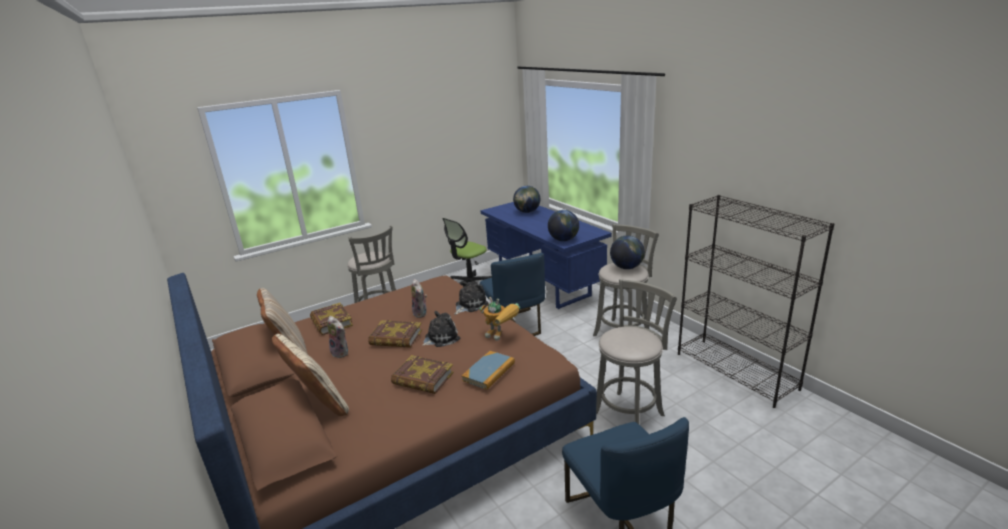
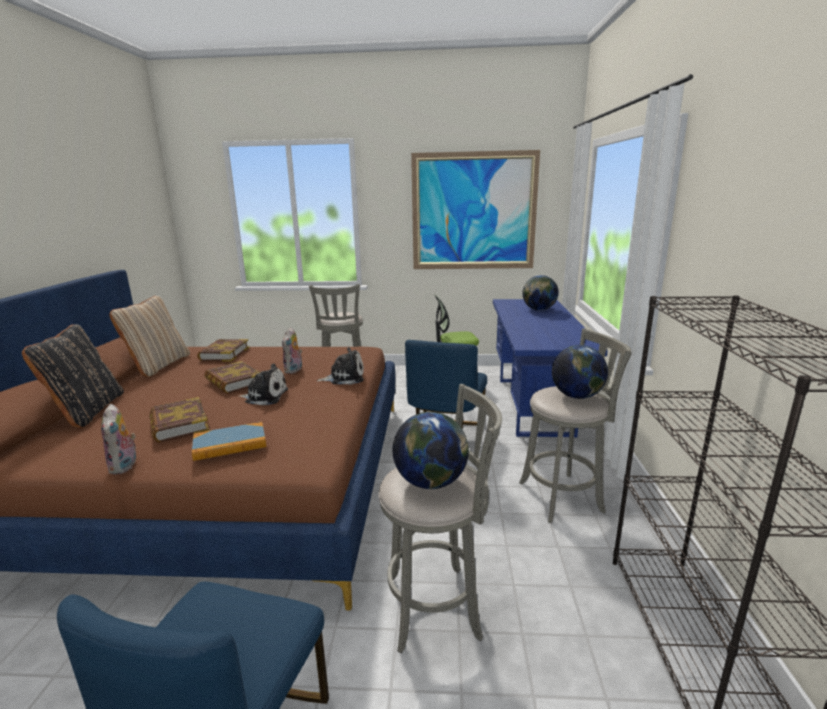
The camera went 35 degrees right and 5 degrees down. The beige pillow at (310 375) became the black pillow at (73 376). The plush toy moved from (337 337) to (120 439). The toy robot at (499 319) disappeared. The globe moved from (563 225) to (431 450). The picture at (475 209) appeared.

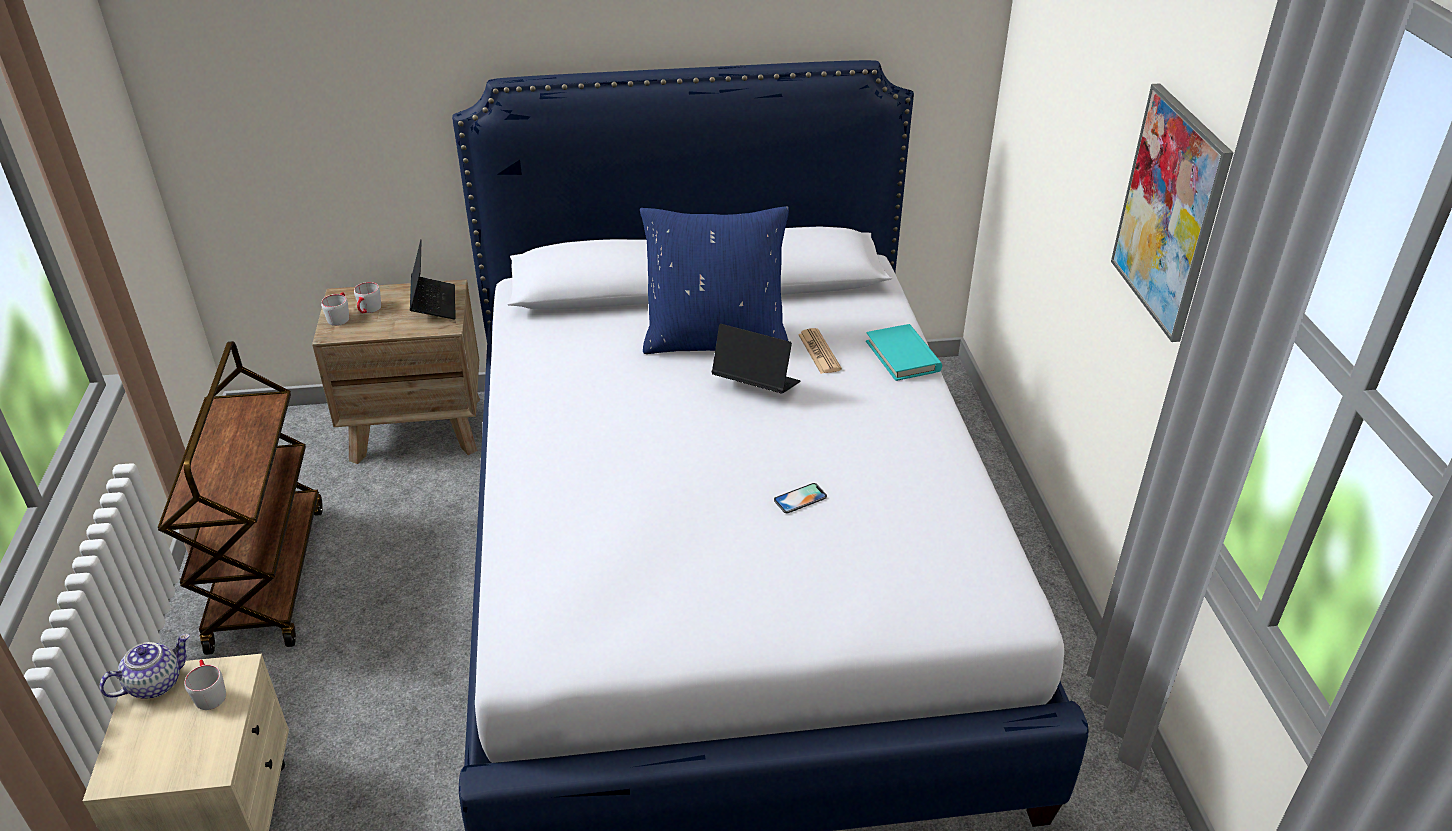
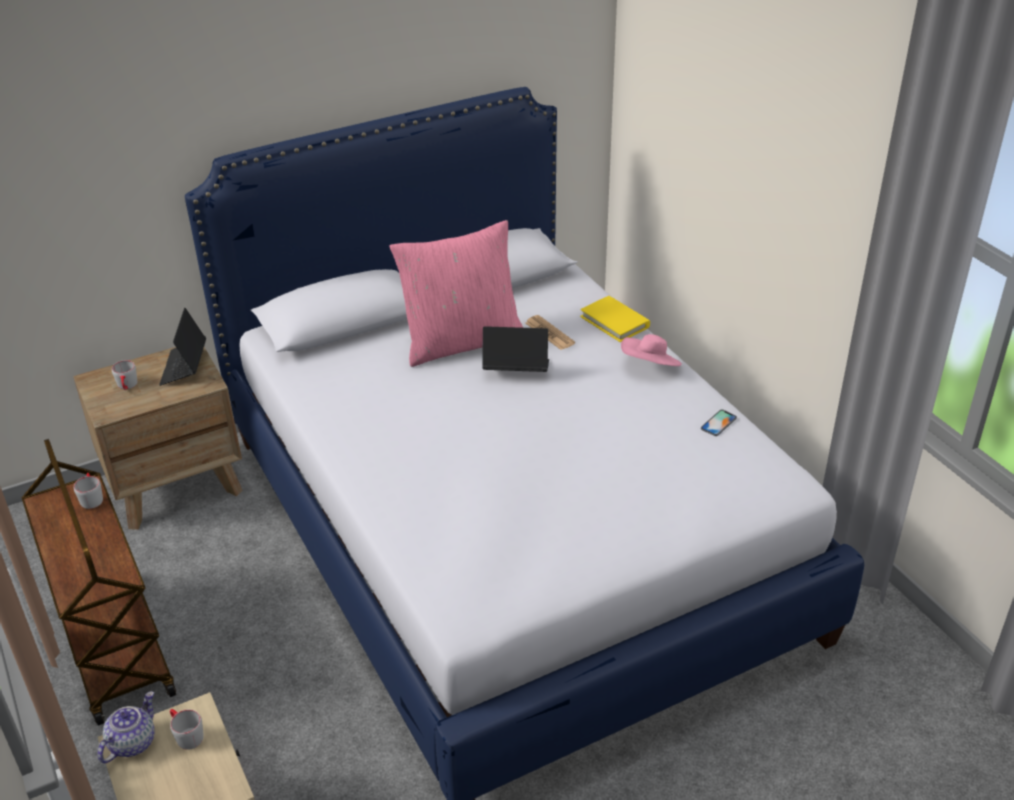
The camera went 20 degrees left and 0 degrees up. The grey mug moved from (335 309) to (88 491). The laptop at (433 279) turned 150 degrees counterclockwise. The blue pillow at (714 280) became the pink pillow at (456 293). The phone moved from (800 498) to (719 423). The turquoise book at (904 352) became the yellow book at (615 319). The picture at (1172 212) disappeared. The pink hat at (651 350) appeared.

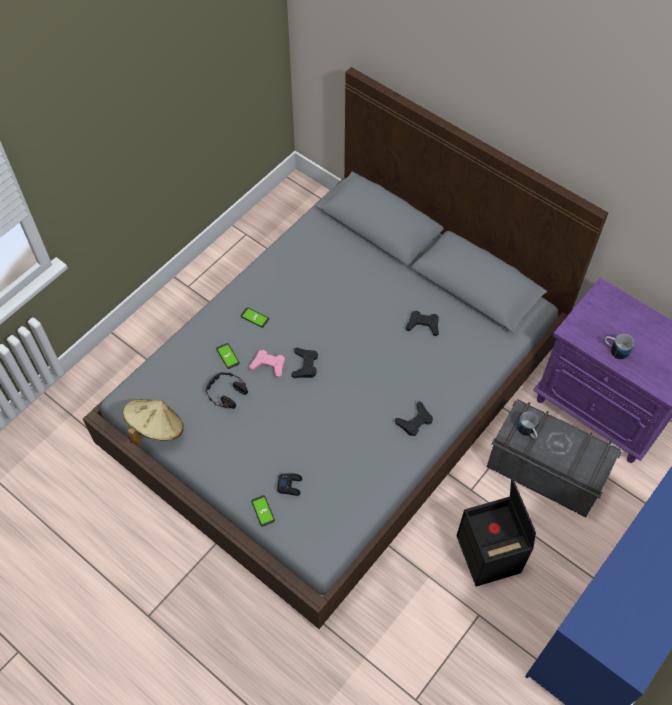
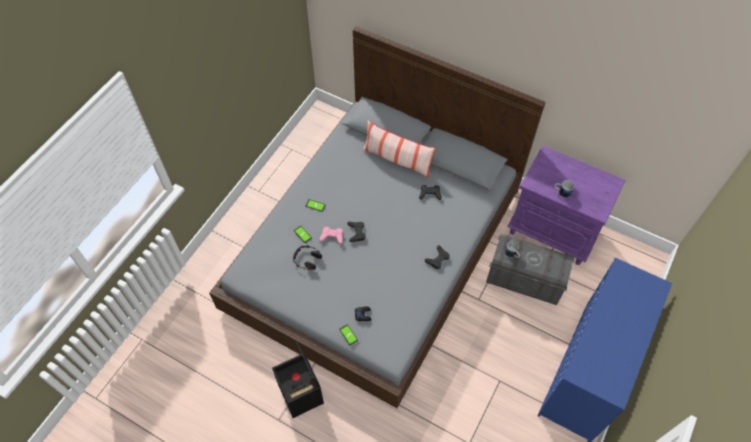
The camera went 10 degrees left and 0 degrees up. The beige hat at (153 422) disappeared. The black storage box moved from (496 532) to (298 380). The pillow at (399 149) appeared.

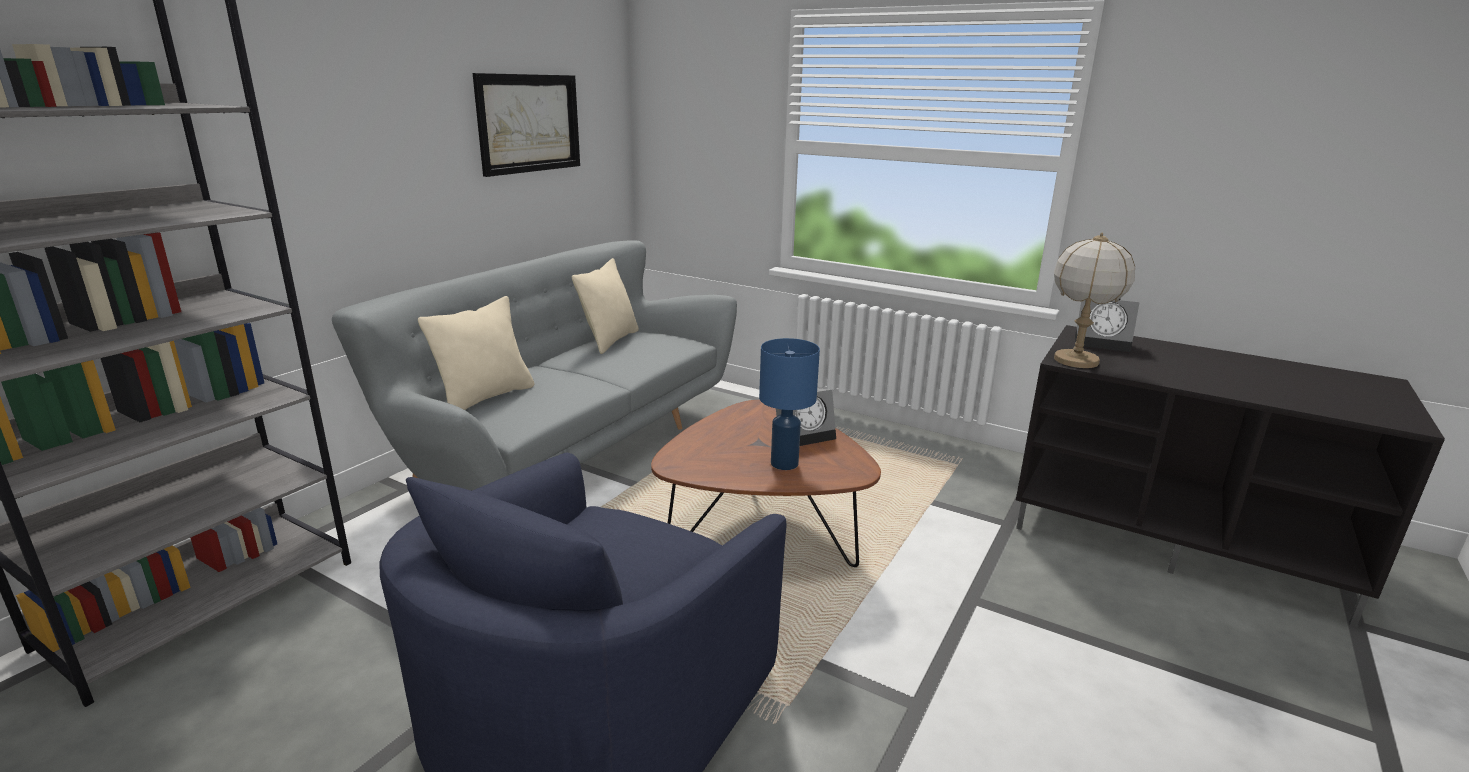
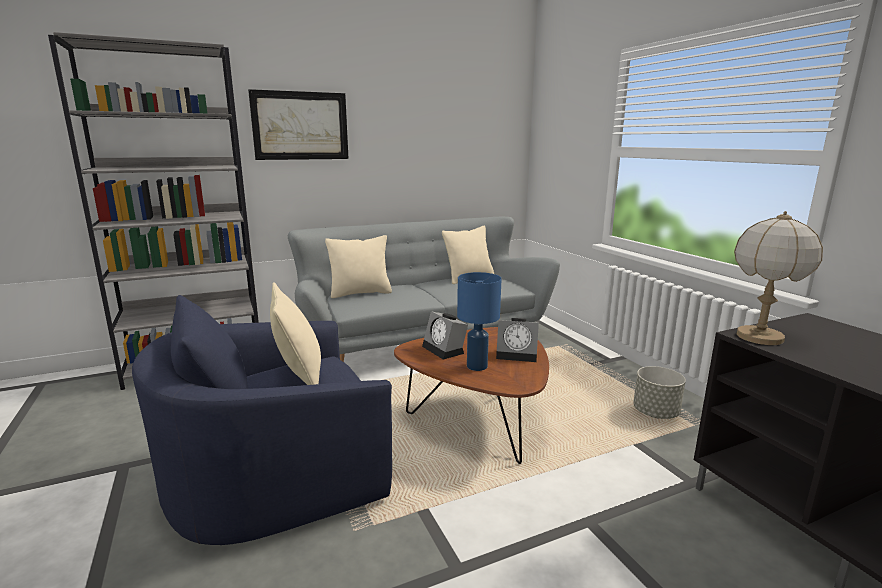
The camera went 35 degrees right and 5 degrees down. The picture moved from (526 125) to (298 124). The alarm clock moved from (1107 325) to (445 335). The beige pillow at (295 333) appeared. The grey planter at (659 392) appeared.

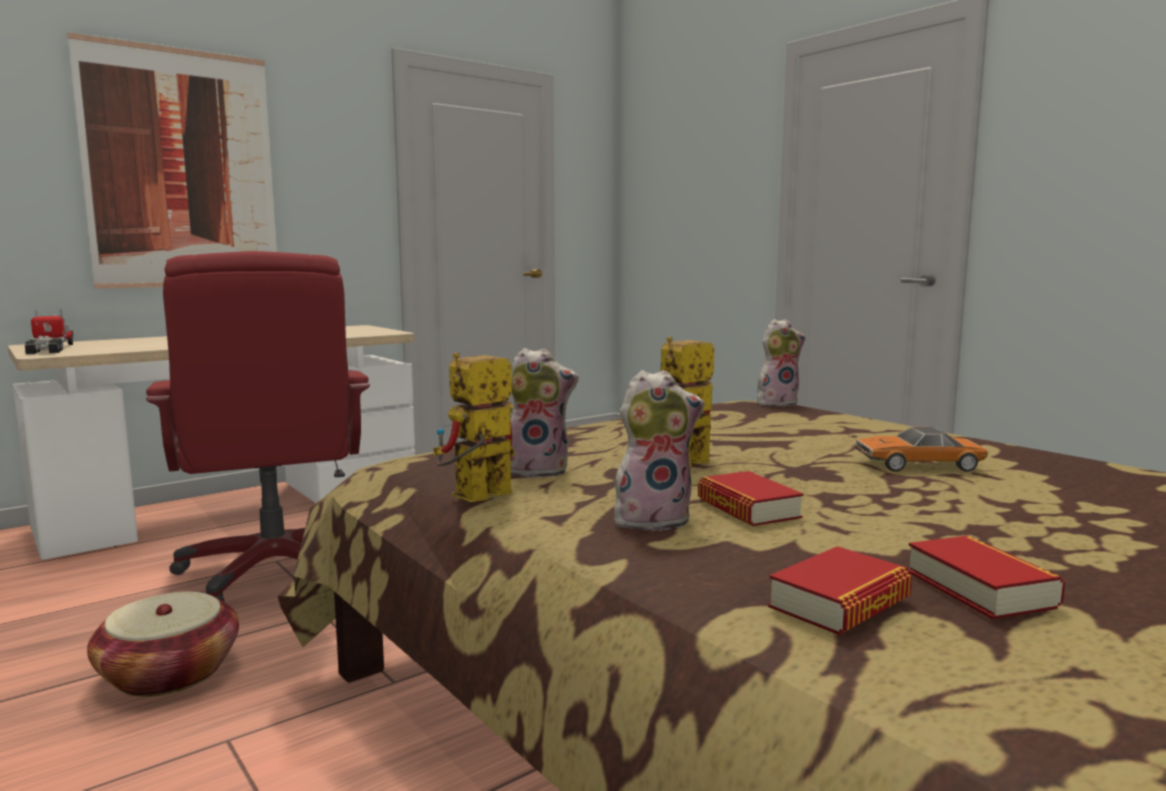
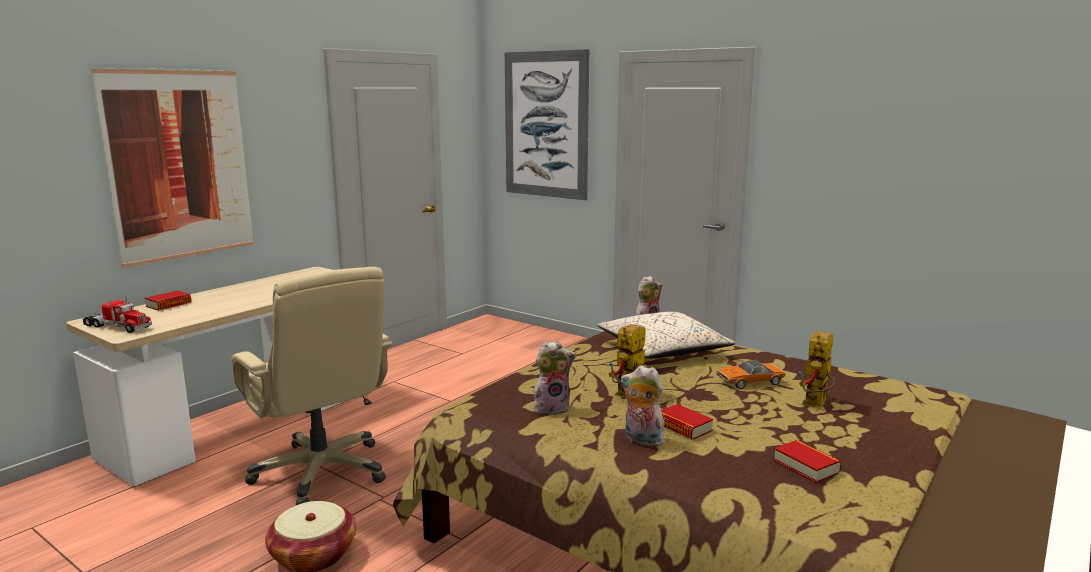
The camera went 15 degrees left and 5 degrees up. The toy truck at (49 331) turned 150 degrees clockwise. The red office chair at (258 426) became the beige office chair at (312 386). The toy robot moved from (474 427) to (816 369). The plush toy at (659 450) turned 120 degrees counterclockwise. The book moved from (840 590) to (168 300). The picture at (547 124) appeared. The beige pillow at (666 335) appeared.

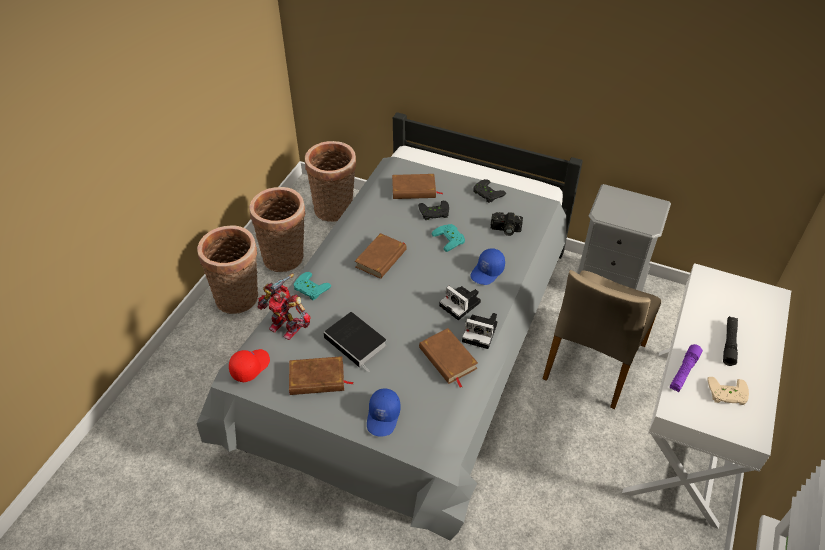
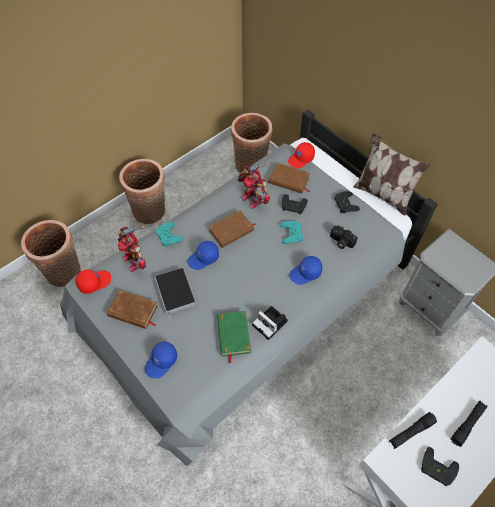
The camera went 25 degrees right and 10 degrees up. The basket moved from (277 229) to (51 253). The brown book at (448 357) became the green book at (234 337). The photo camera at (460 303) disappeared. The beige chair at (602 339) disappeared. The purple flashlight at (686 368) became the black flashlight at (413 430). The beige game controller at (728 391) became the black game controller at (440 466). The blue cap at (203 255) appeared. The toy robot at (254 186) appeared. The red cap at (301 155) appeared. The pillow at (392 175) appeared.

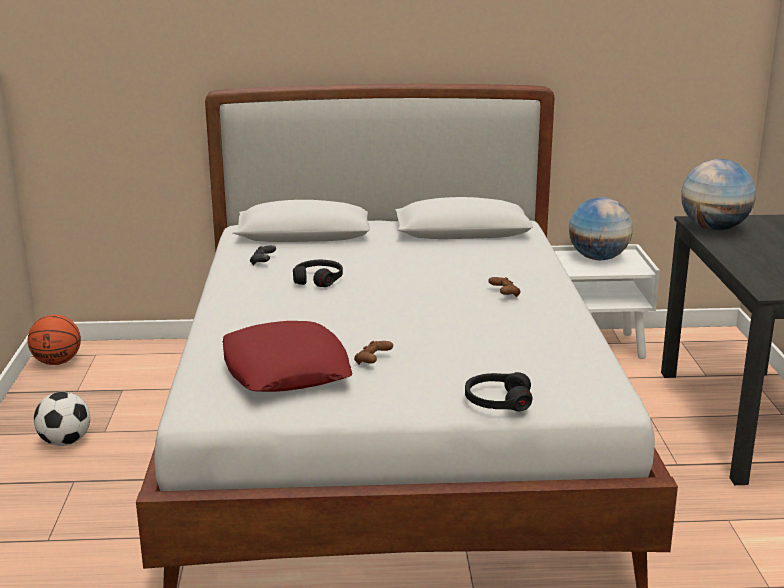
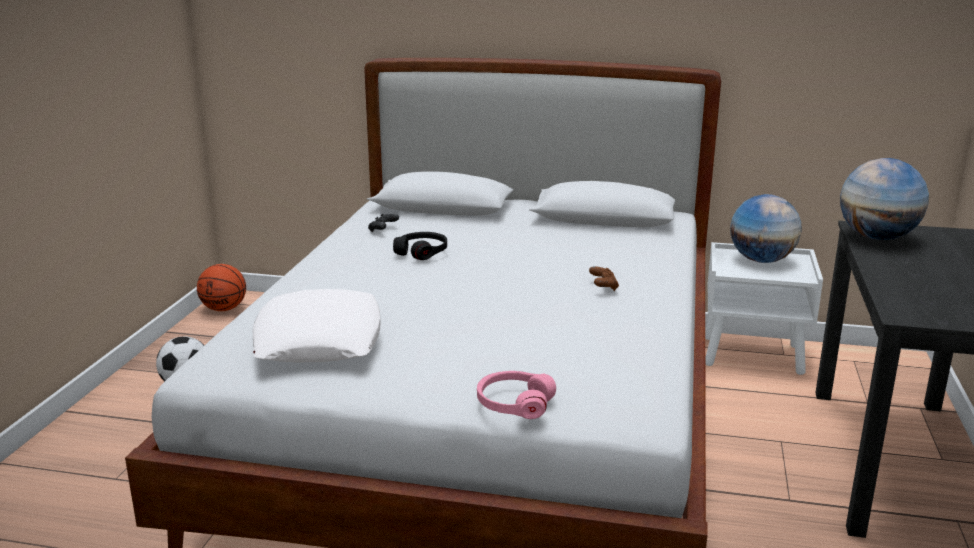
The camera went 15 degrees right and 0 degrees up. The red pillow at (288 356) became the white pillow at (316 325). The brown game controller at (373 353) disappeared. The black headphones at (498 392) became the pink headphones at (516 395).

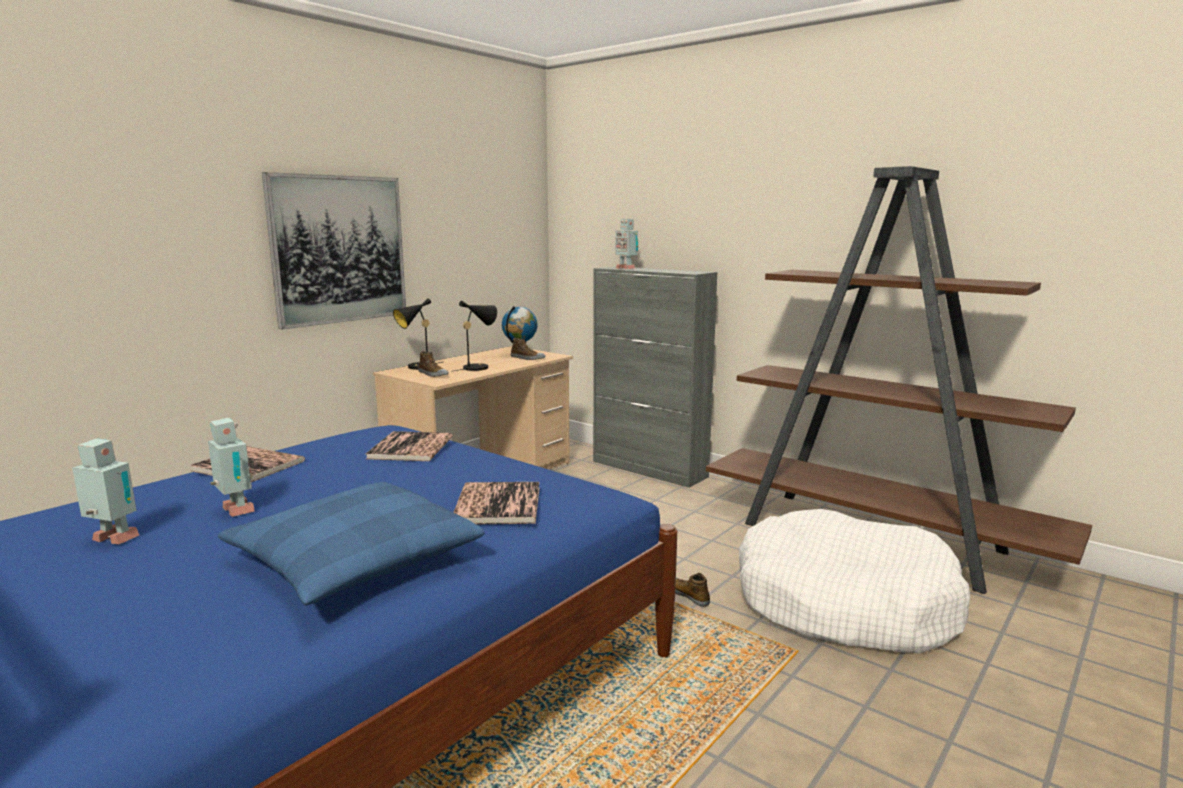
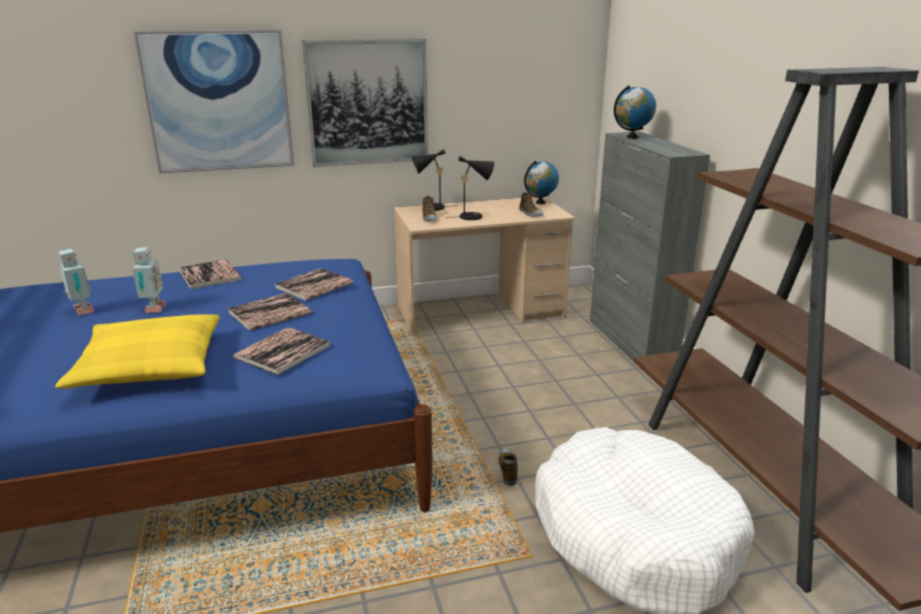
The camera went 35 degrees right and 10 degrees up. The blue pillow at (351 544) became the yellow pillow at (137 351). The toy robot at (626 244) was replaced by the globe at (635 112). The picture at (214 102) appeared. The book at (269 312) appeared.

